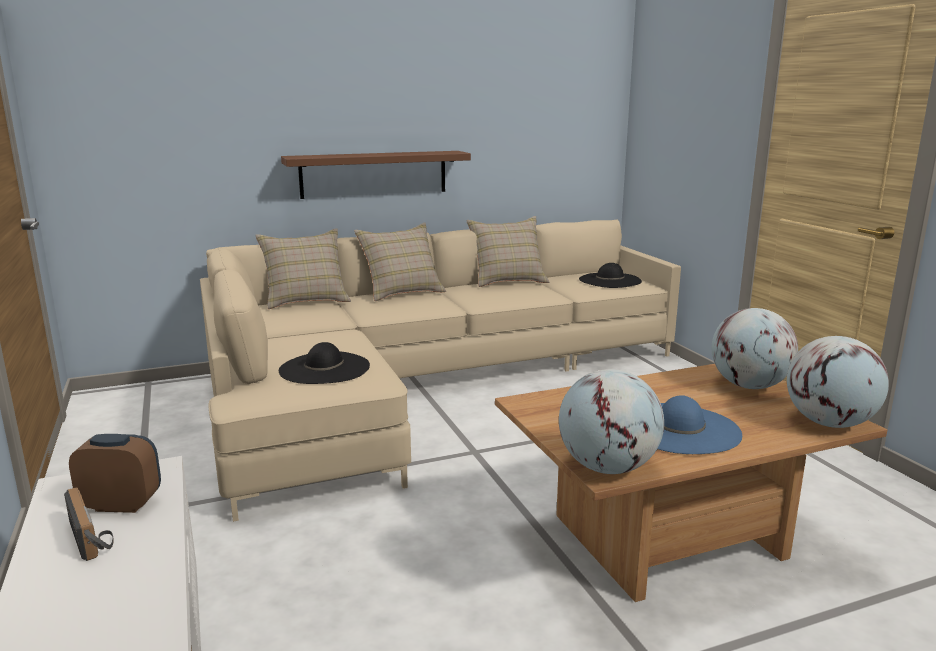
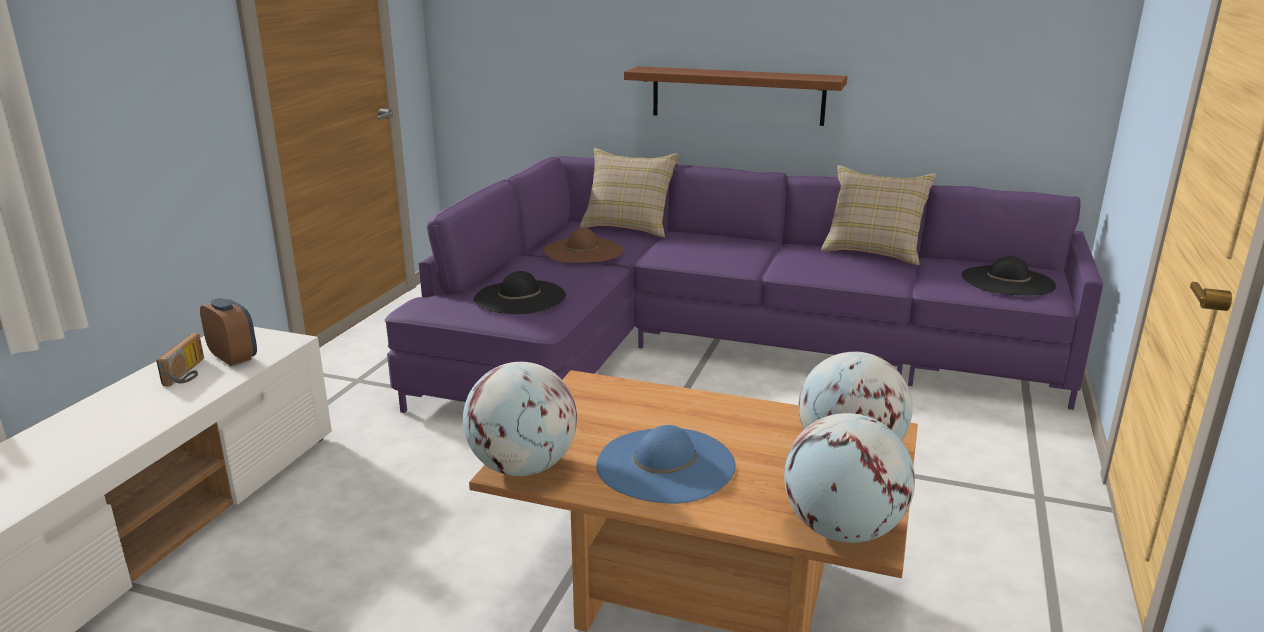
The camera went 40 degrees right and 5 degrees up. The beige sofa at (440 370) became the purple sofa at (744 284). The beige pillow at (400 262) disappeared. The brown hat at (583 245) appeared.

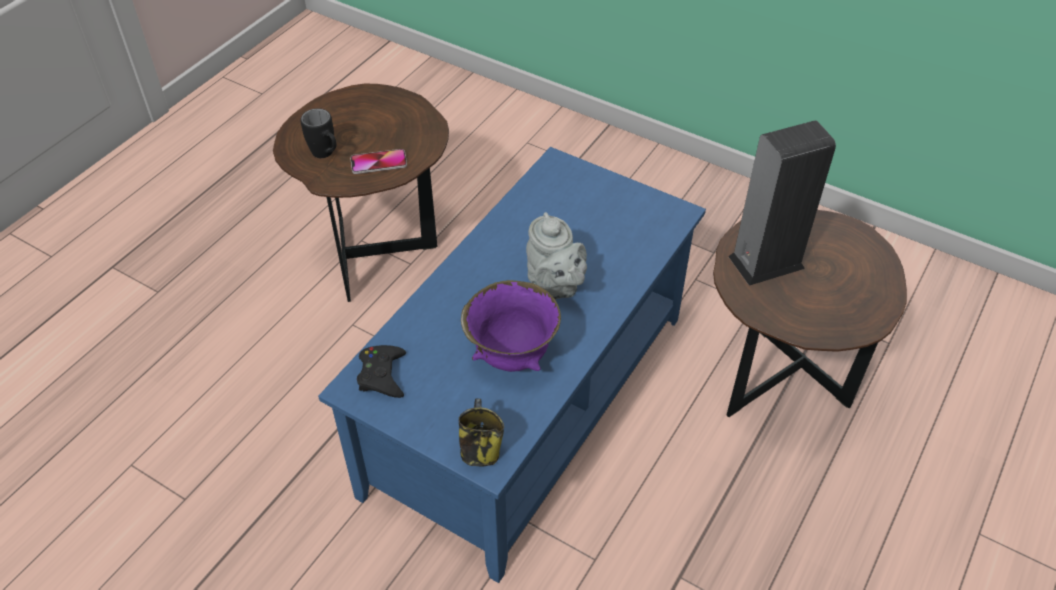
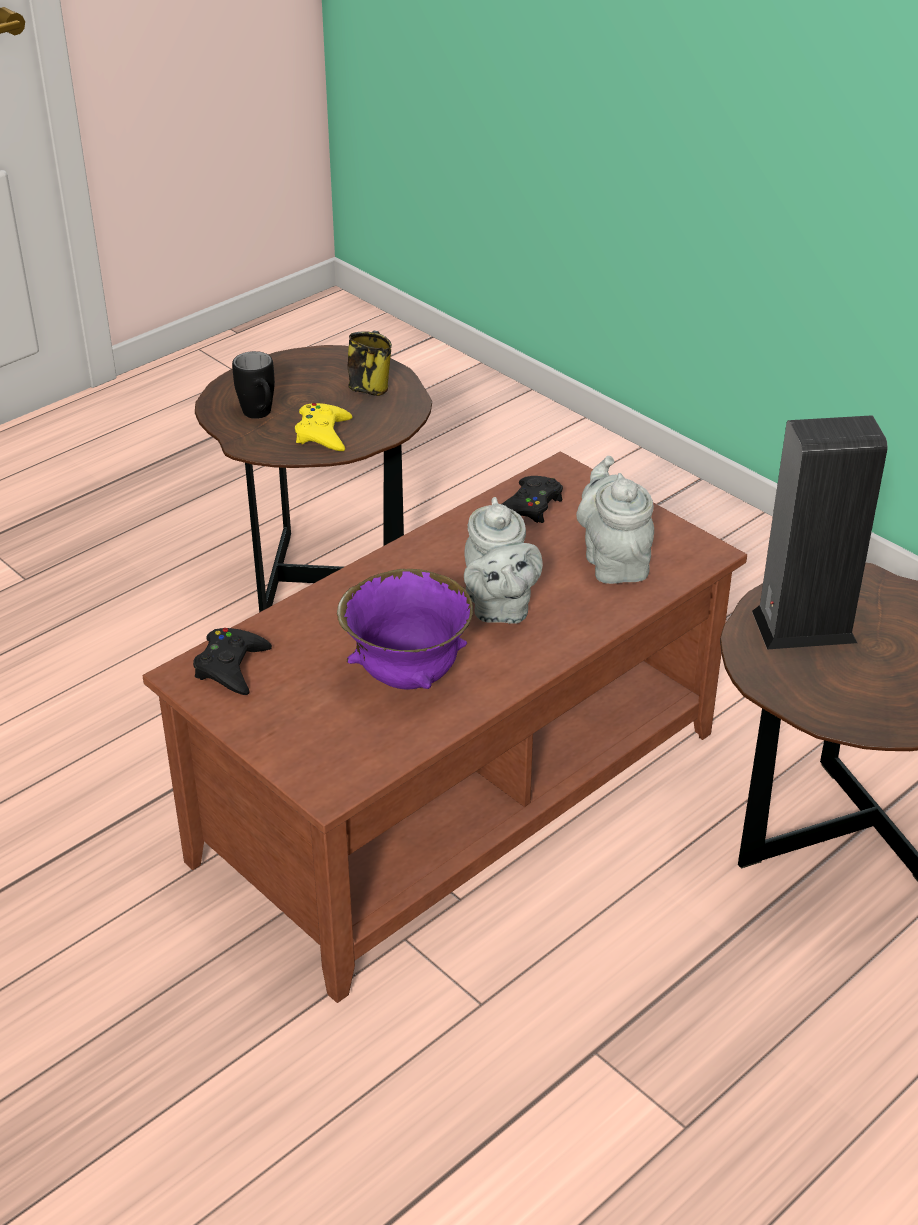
The camera went 15 degrees right and 10 degrees down. The blue coffee table at (512 365) became the brown coffee table at (445 727). The phone at (378 161) was replaced by the yellow game controller at (323 427). The mug moved from (481 433) to (370 363). The black game controller at (532 499) appeared. The grey teapot at (615 520) appeared.

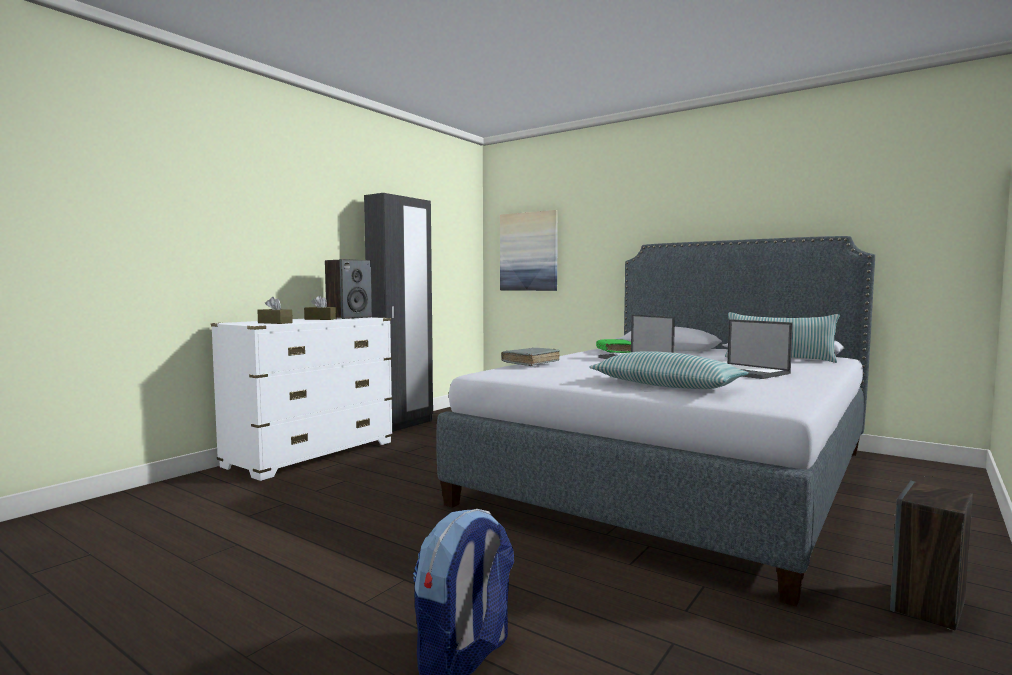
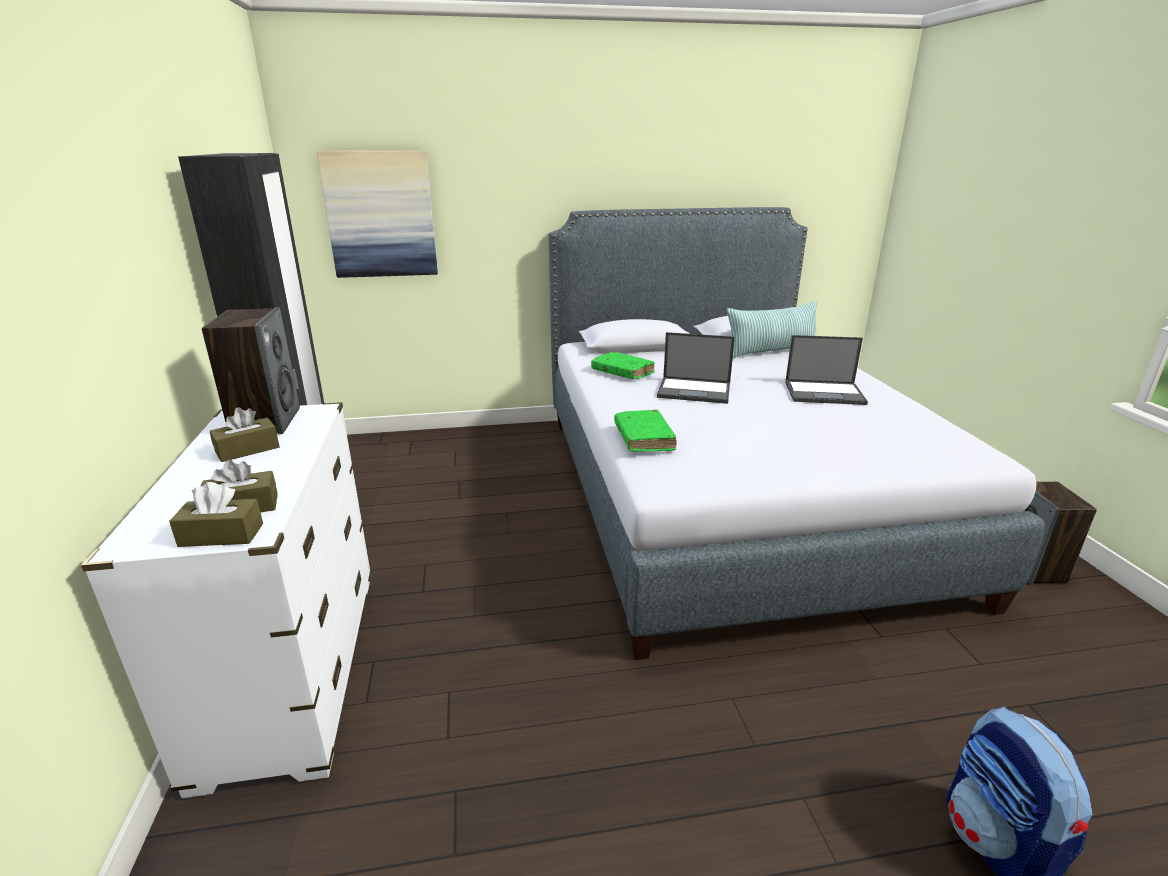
The camera went 45 degrees left and 20 degrees up. The grey book at (530 357) became the green book at (645 431). The pillow at (669 370) disappeared. The brown tissue box at (216 514) appeared.

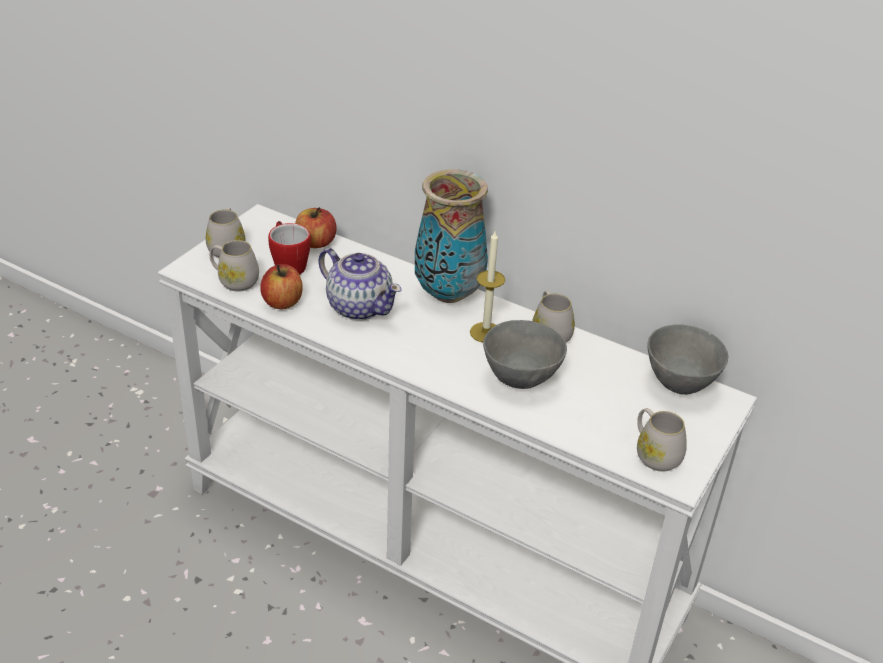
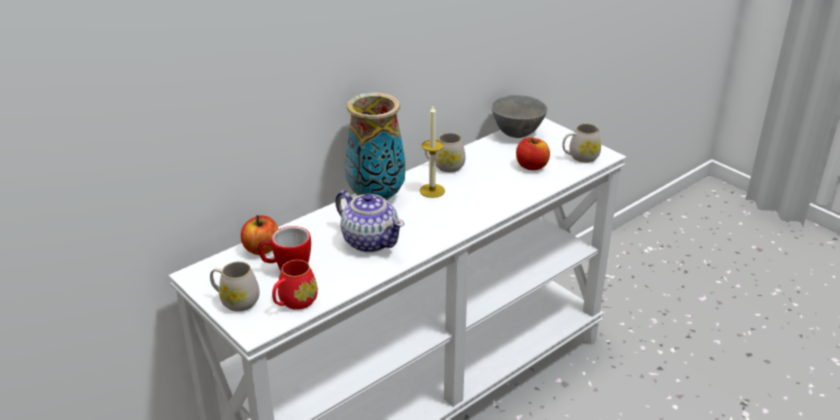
The camera went 70 degrees left and 5 degrees down. The white mug at (234 266) became the red mug at (295 285). The apple moved from (281 286) to (533 153). The teapot at (360 284) turned 75 degrees clockwise. The grey bowl at (525 354) disappeared.

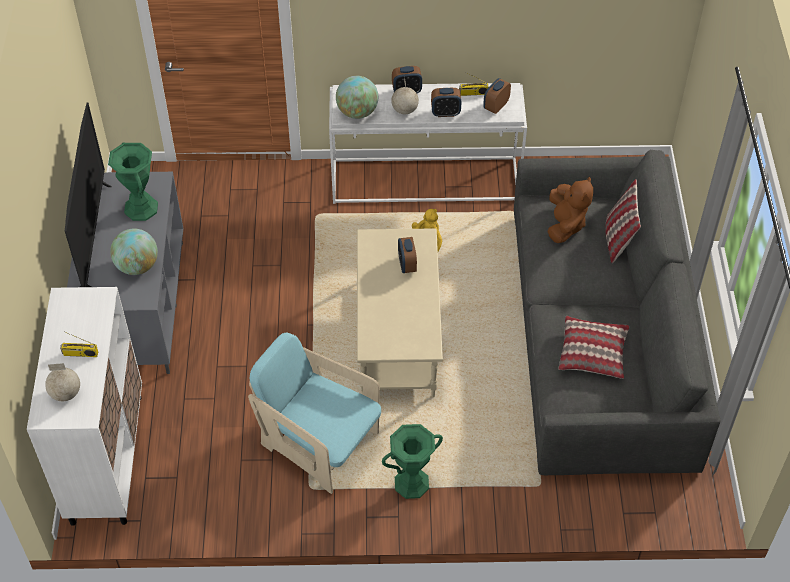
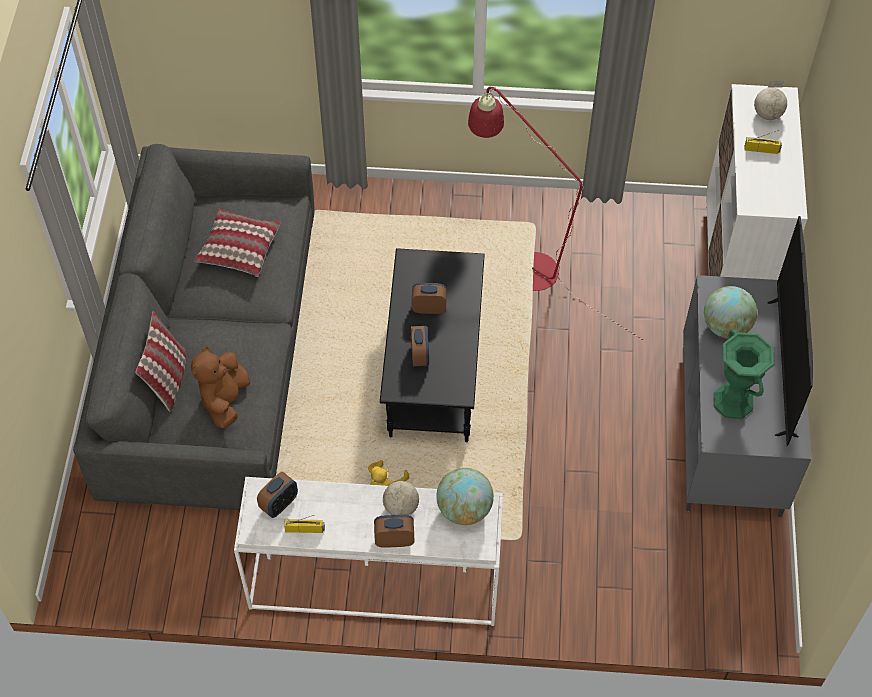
The camera went 175 degrees left and 5 degrees up. The turquoise armchair at (314 413) was replaced by the red floor lamp at (555 213). The beige coffee table at (400 312) became the black coffee table at (432 345). The green vase at (412 461) disappeared. The alarm clock moved from (446 102) to (429 298).

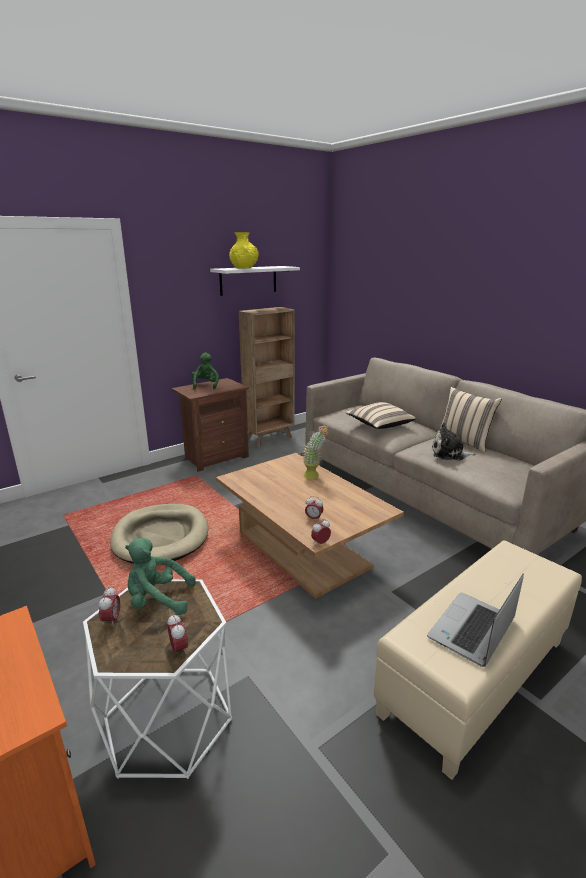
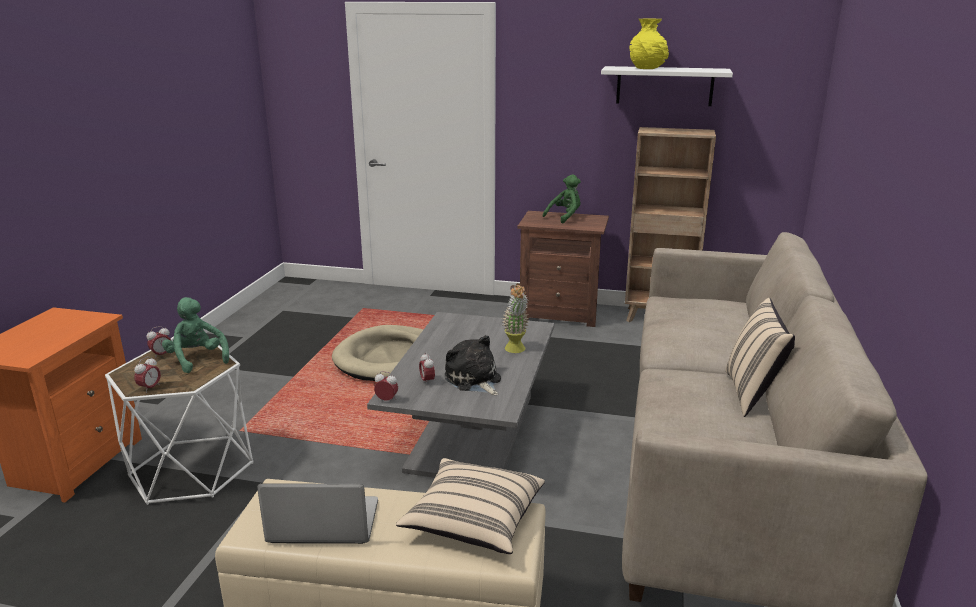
The camera went 50 degrees right and 0 degrees up. The brown coffee table at (310 526) became the grey coffee table at (460 395). The beige pillow moved from (380 415) to (470 506). The plush toy moved from (454 441) to (473 365).

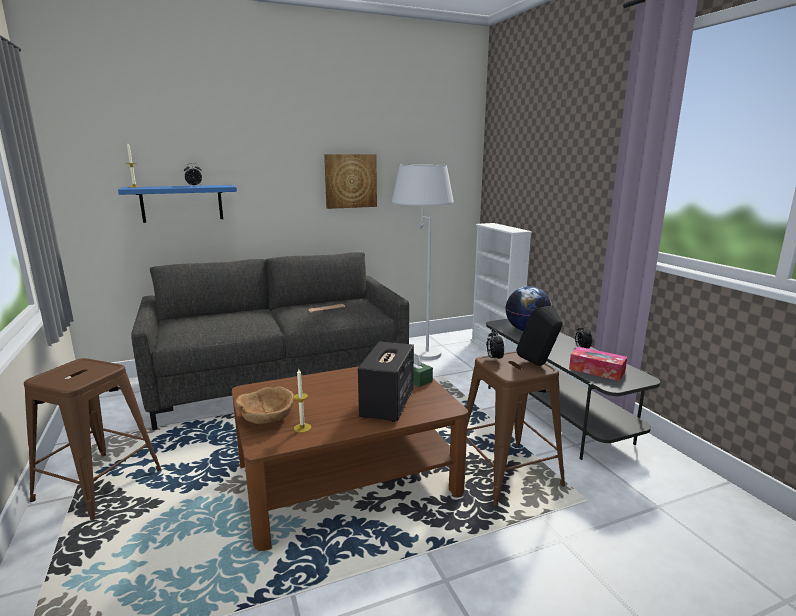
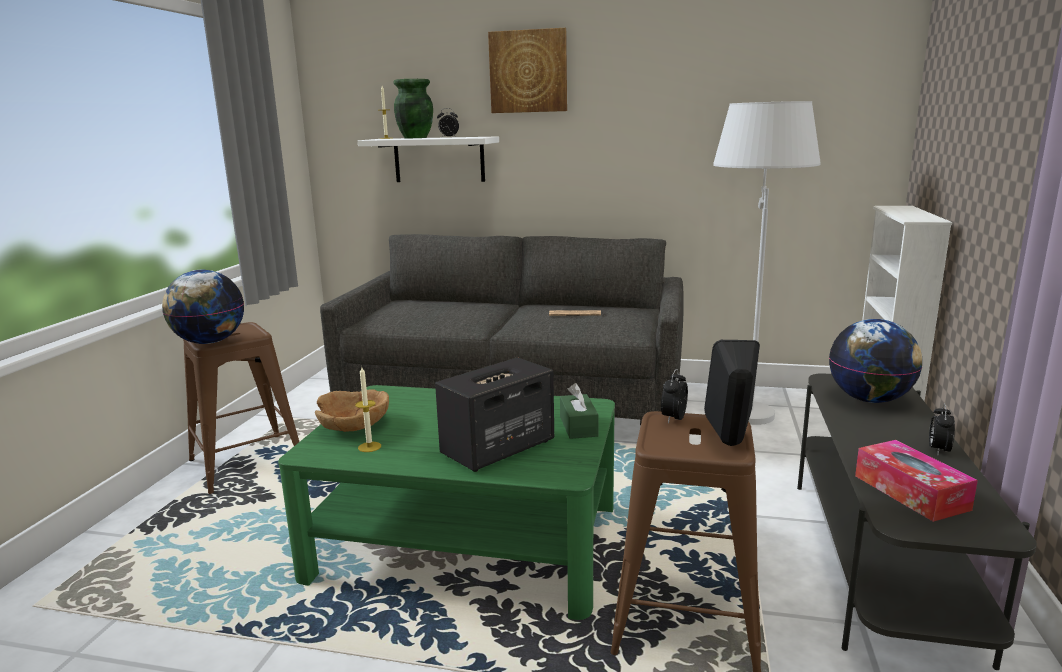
The camera went 35 degrees right and 0 degrees up. The blue shelf at (177 204) became the white shelf at (428 159). The brown coffee table at (350 458) became the green coffee table at (446 502). The picture moved from (350 181) to (527 70). The globe at (203 307) appeared. The green vase at (413 108) appeared.

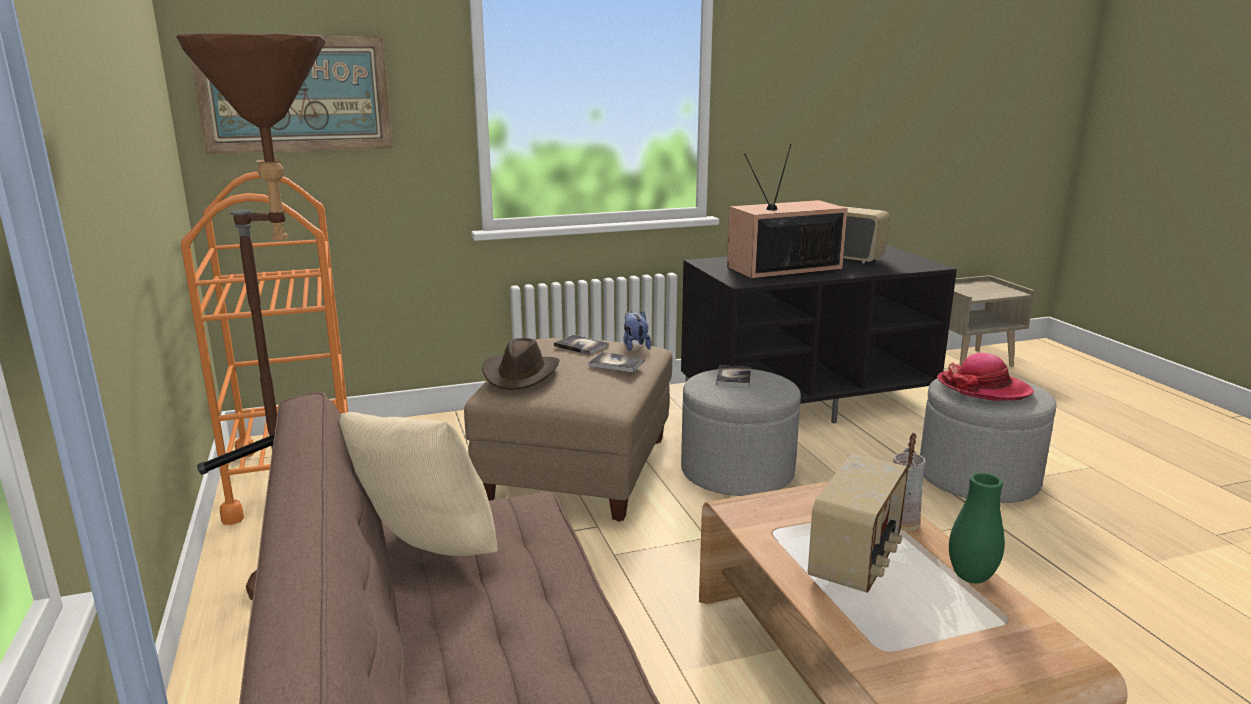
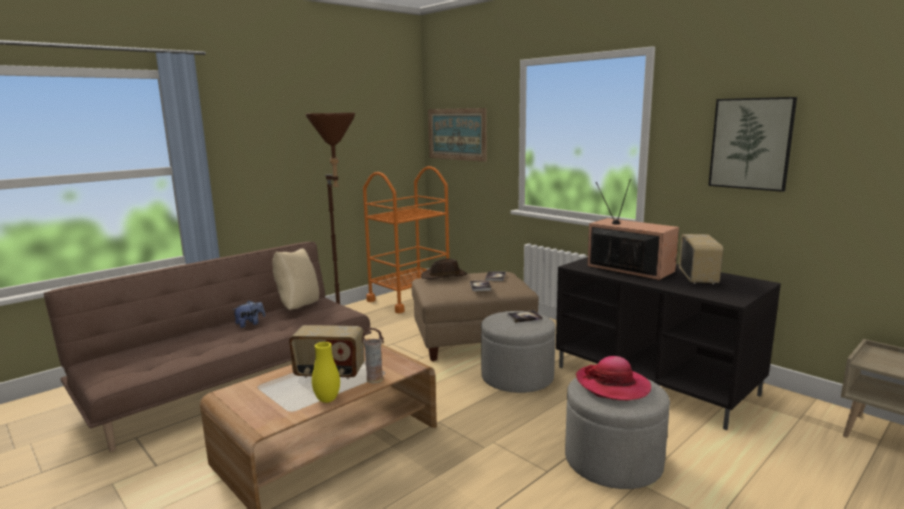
The camera went 65 degrees right and 5 degrees down. The plush toy moved from (637 331) to (248 314). The green vase at (977 528) became the yellow vase at (326 372). The picture at (752 144) appeared.

